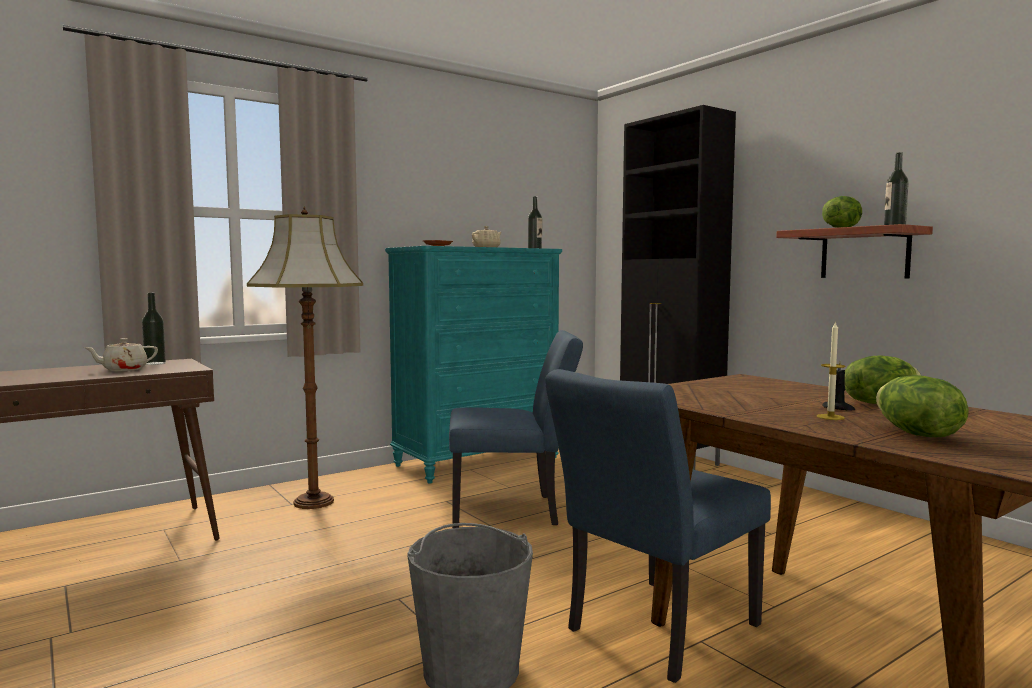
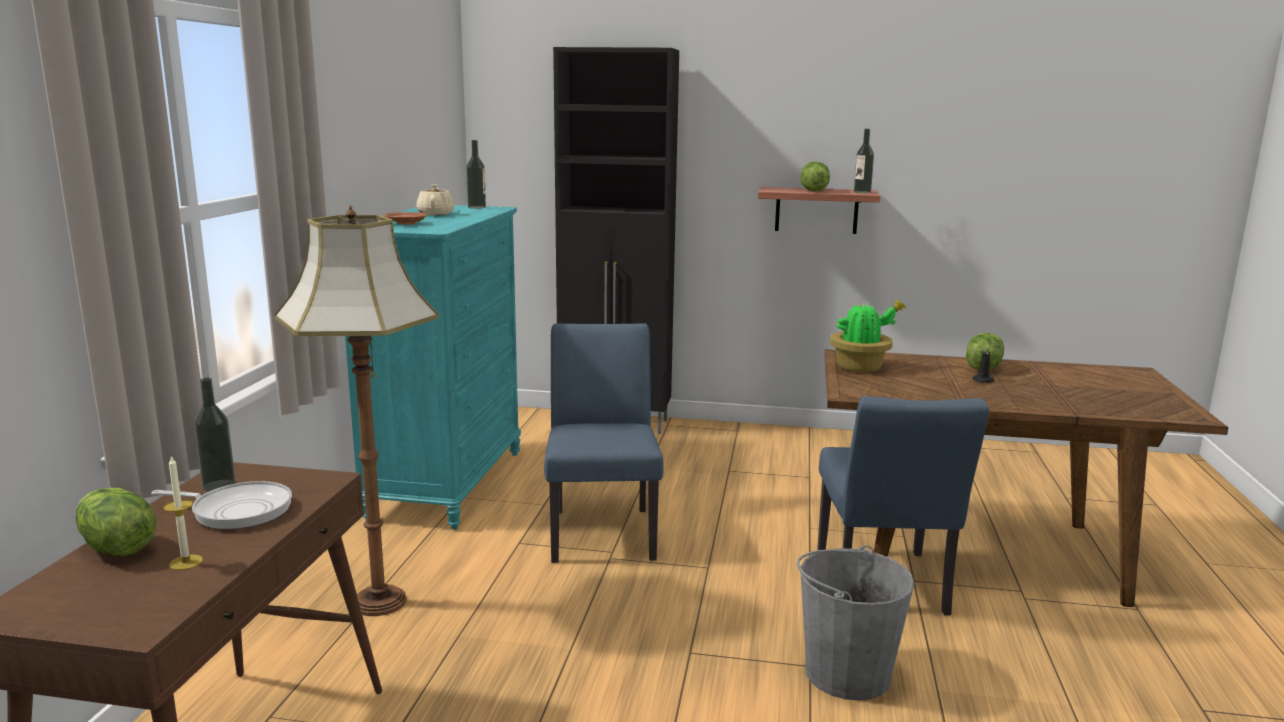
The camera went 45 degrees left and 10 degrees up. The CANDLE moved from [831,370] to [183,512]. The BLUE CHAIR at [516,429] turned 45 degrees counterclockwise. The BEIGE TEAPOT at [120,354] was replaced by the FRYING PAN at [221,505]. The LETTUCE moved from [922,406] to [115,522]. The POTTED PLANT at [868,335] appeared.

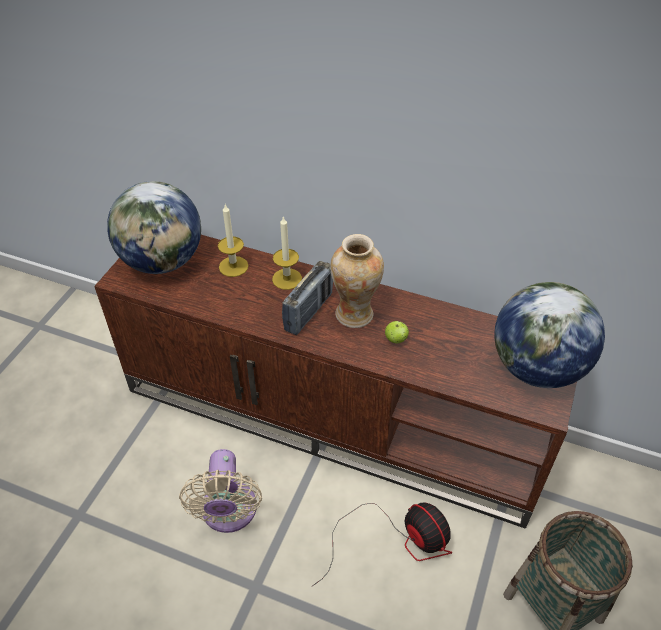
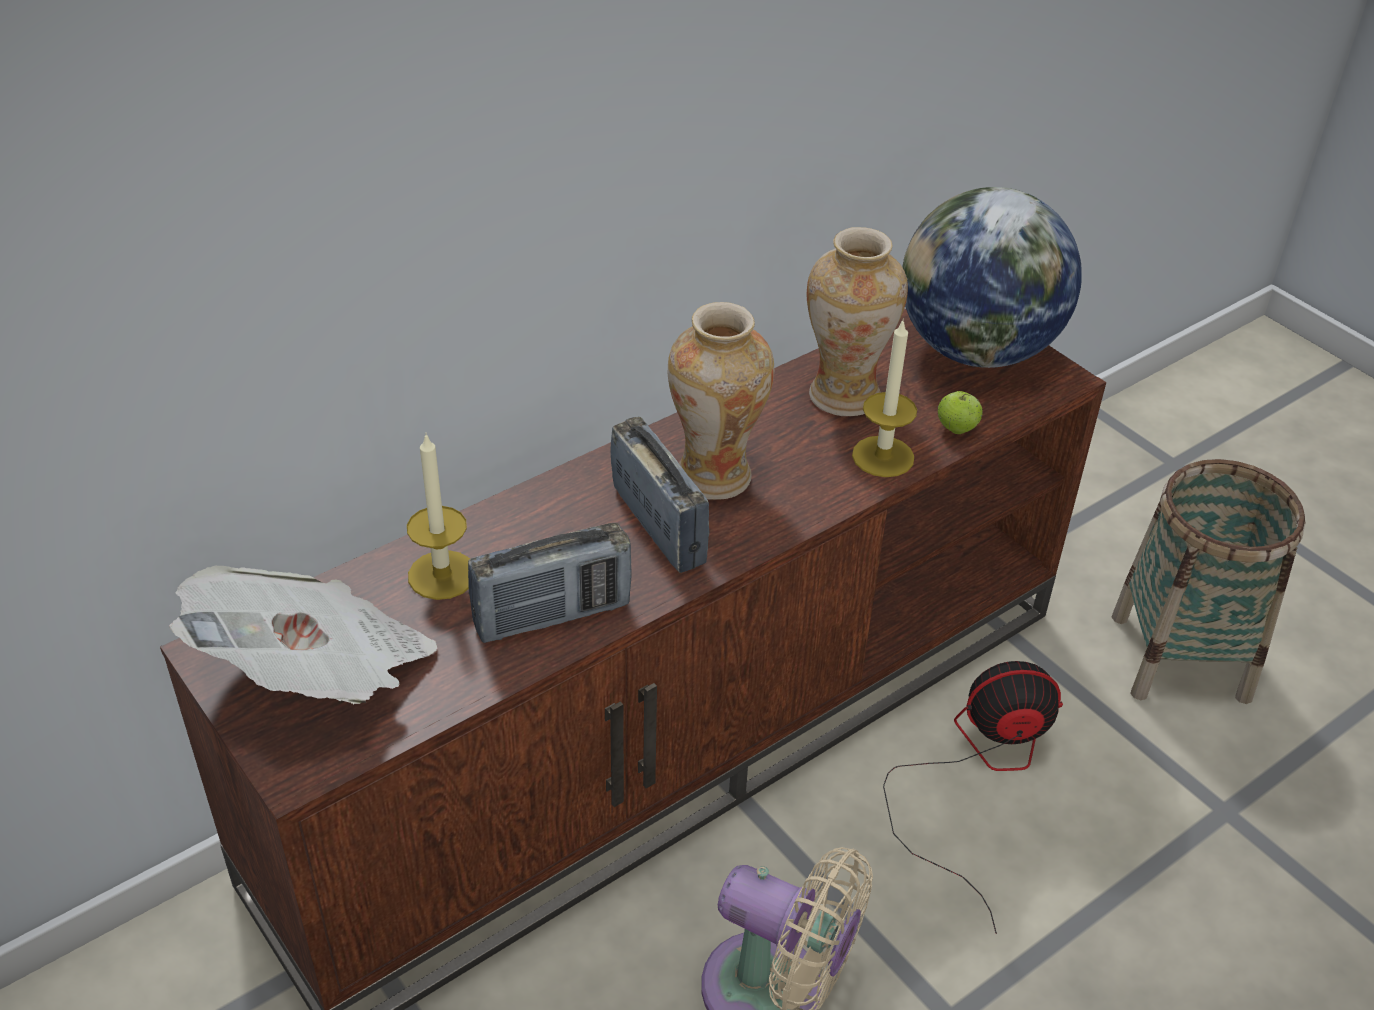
The camera went 60 degrees left and 5 degrees down. The GLOBE at [154,227] was replaced by the NEWSPAPER at [303,635]. The CANDLE moved from [287,253] to [884,397]. The APPLE moved from [397,332] to [960,412]. The VASE at [857,321] appeared. The RADIO at [550,583] appeared.

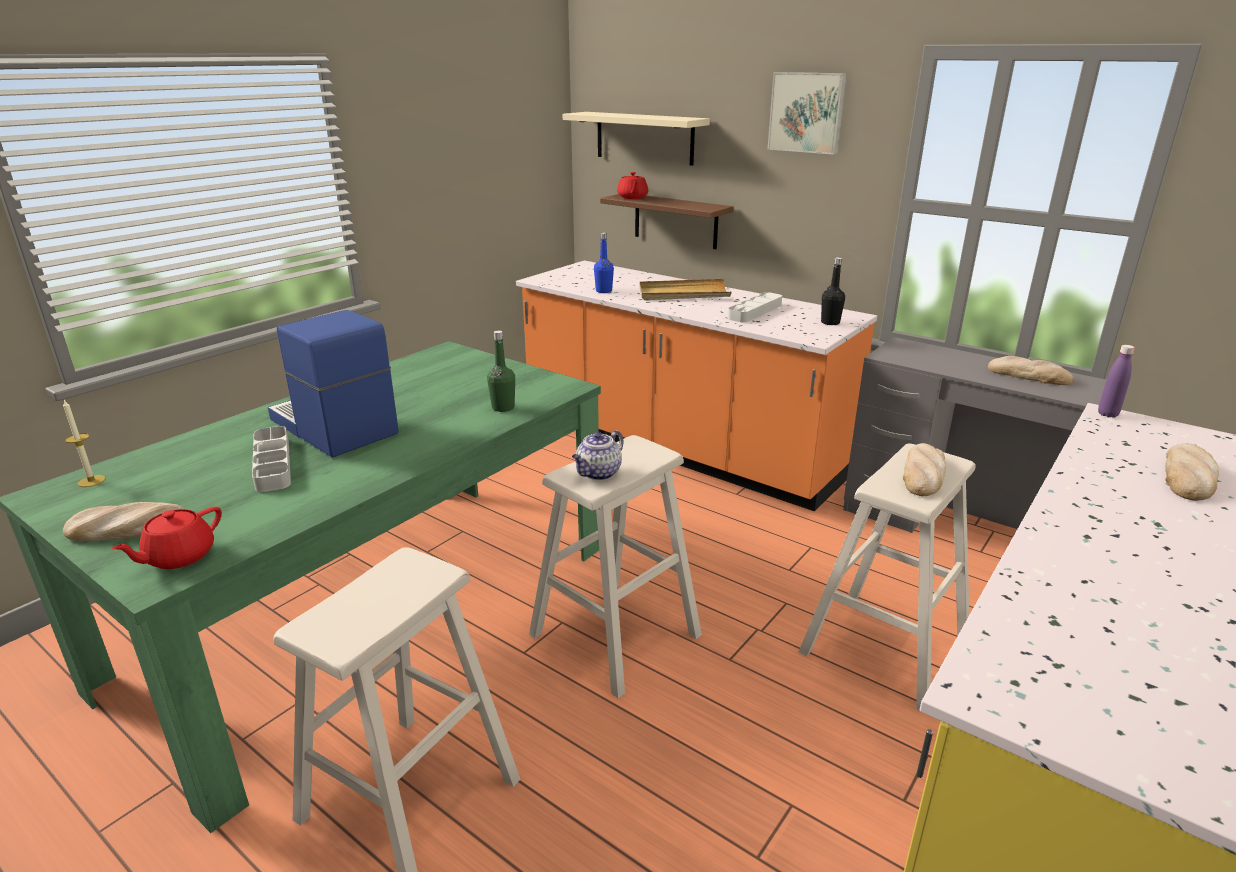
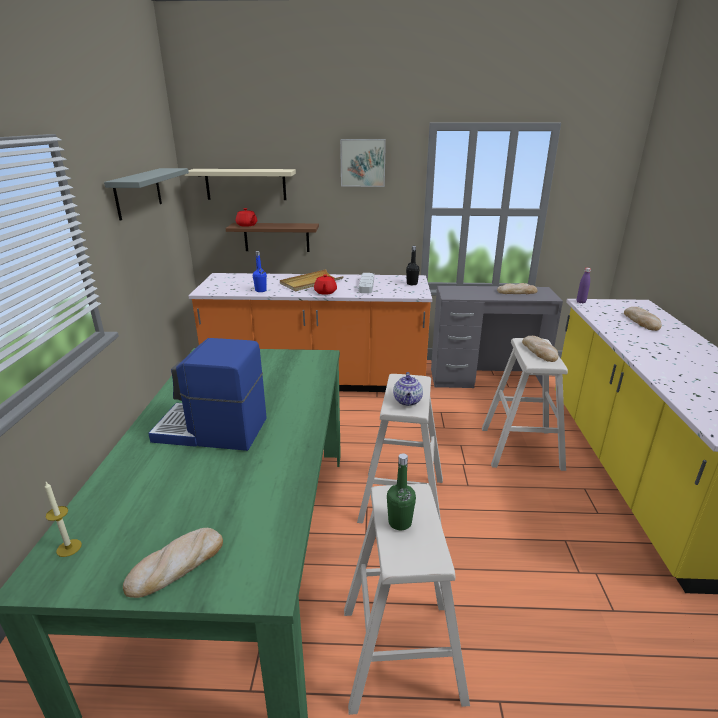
The camera went 35 degrees left and 0 degrees up. The GREEN BOTTLE moved from [501,371] to [401,492]. The GREY TRAY at [271,459] disappeared. The RED TEAPOT moved from [166,537] to [325,284]. The GREY SHELF at [146,194] appeared.

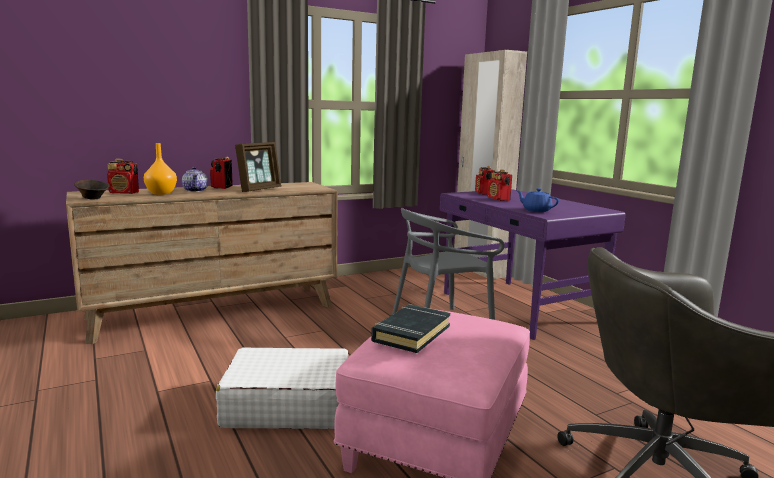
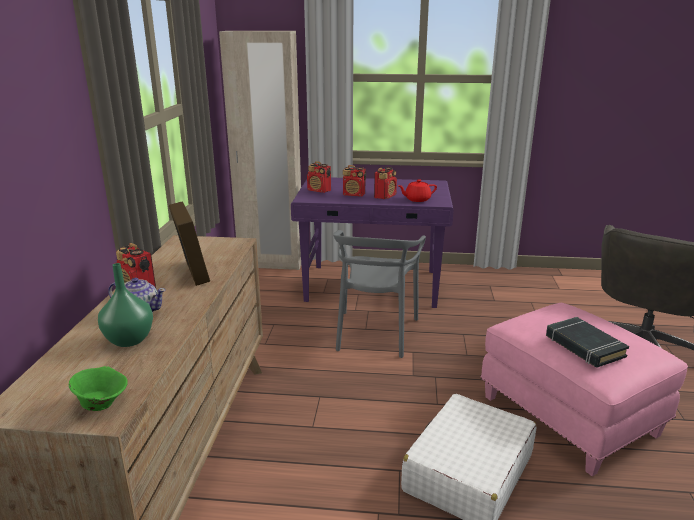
The camera went 55 degrees left and 10 degrees up. The ORANGE VASE at [160,169] became the GREEN VASE at [125,305]. The RADIO moved from [123,176] to [385,183]. The BROWN BOWL at [92,190] became the GREEN BOWL at [98,388]. The BLUE TEAPOT at [538,200] became the RED TEAPOT at [417,190].

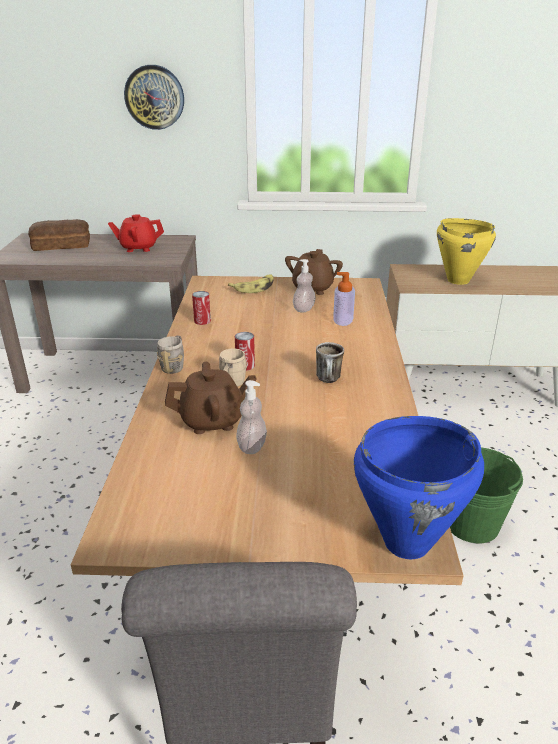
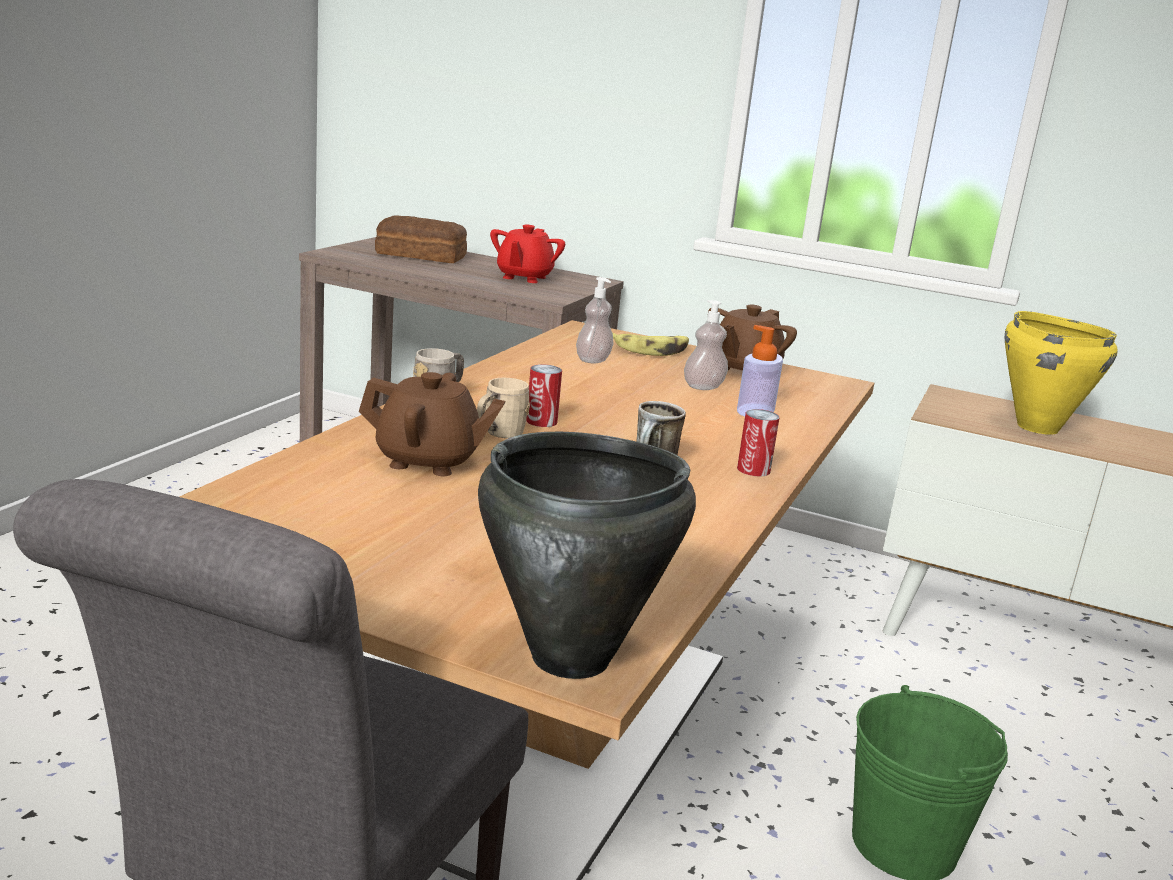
The camera went 20 degrees right and 10 degrees down. The WALL CLOCK at [154,97] disappeared. The RED TEAPOT at [136,233] turned 90 degrees counterclockwise. The CAN moved from [201,308] to [758,443]. The SOAP DISPENSER moved from [251,417] to [594,320]. The BLUE COOKING POT at [419,487] became the BLACK COOKING POT at [587,555].

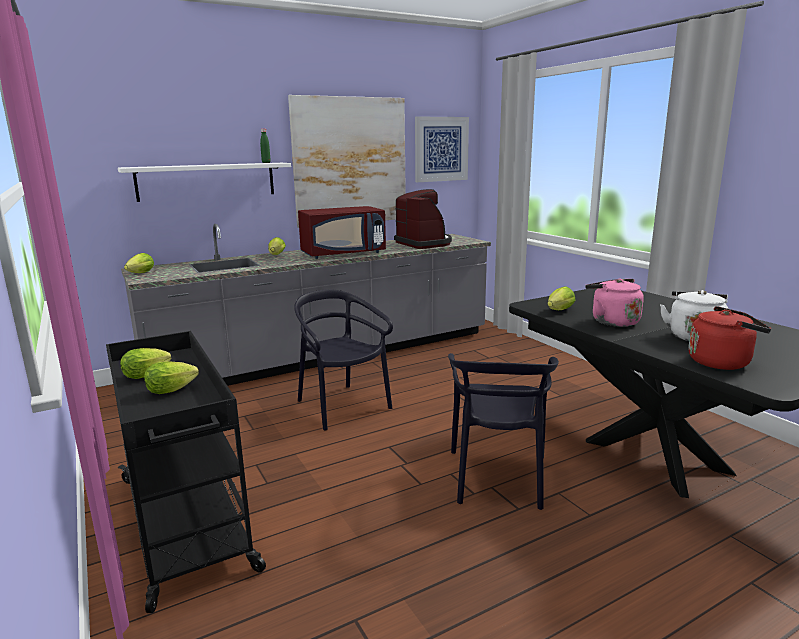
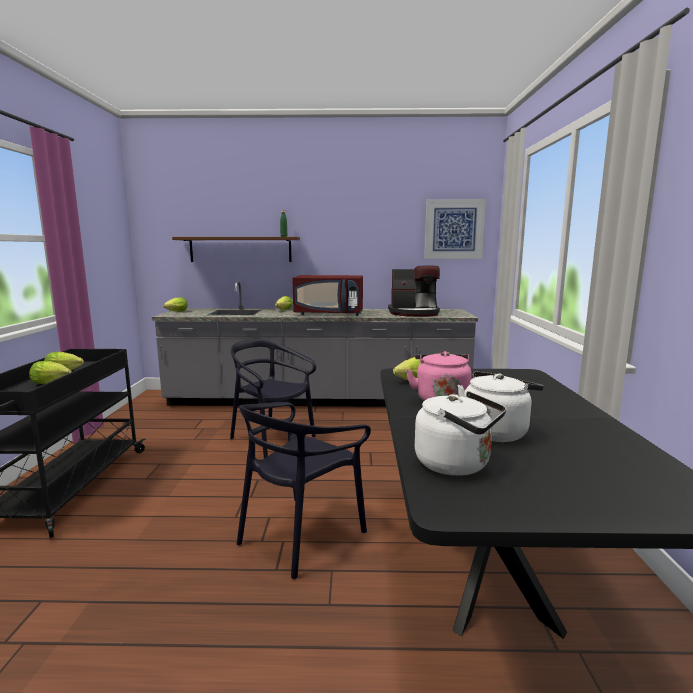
The camera went 30 degrees right and 5 degrees down. The PICTURE at [347,161] disappeared. The WHITE SHELF at [204,182] became the BROWN SHELF at [236,249]. The COFFEE MACHINE at [423,219] turned 90 degrees clockwise. The BLACK CHAIR at [343,360] turned 45 degrees counterclockwise. The RED KETTLE at [729,338] became the WHITE KETTLE at [460,433].

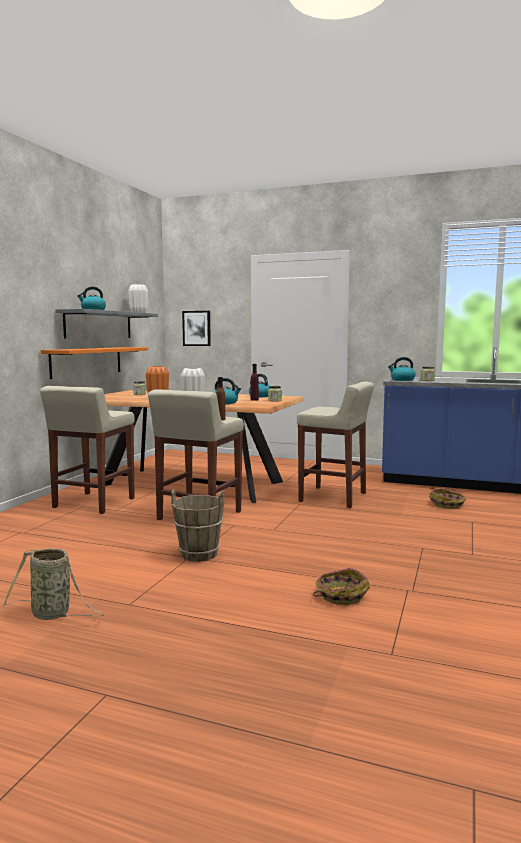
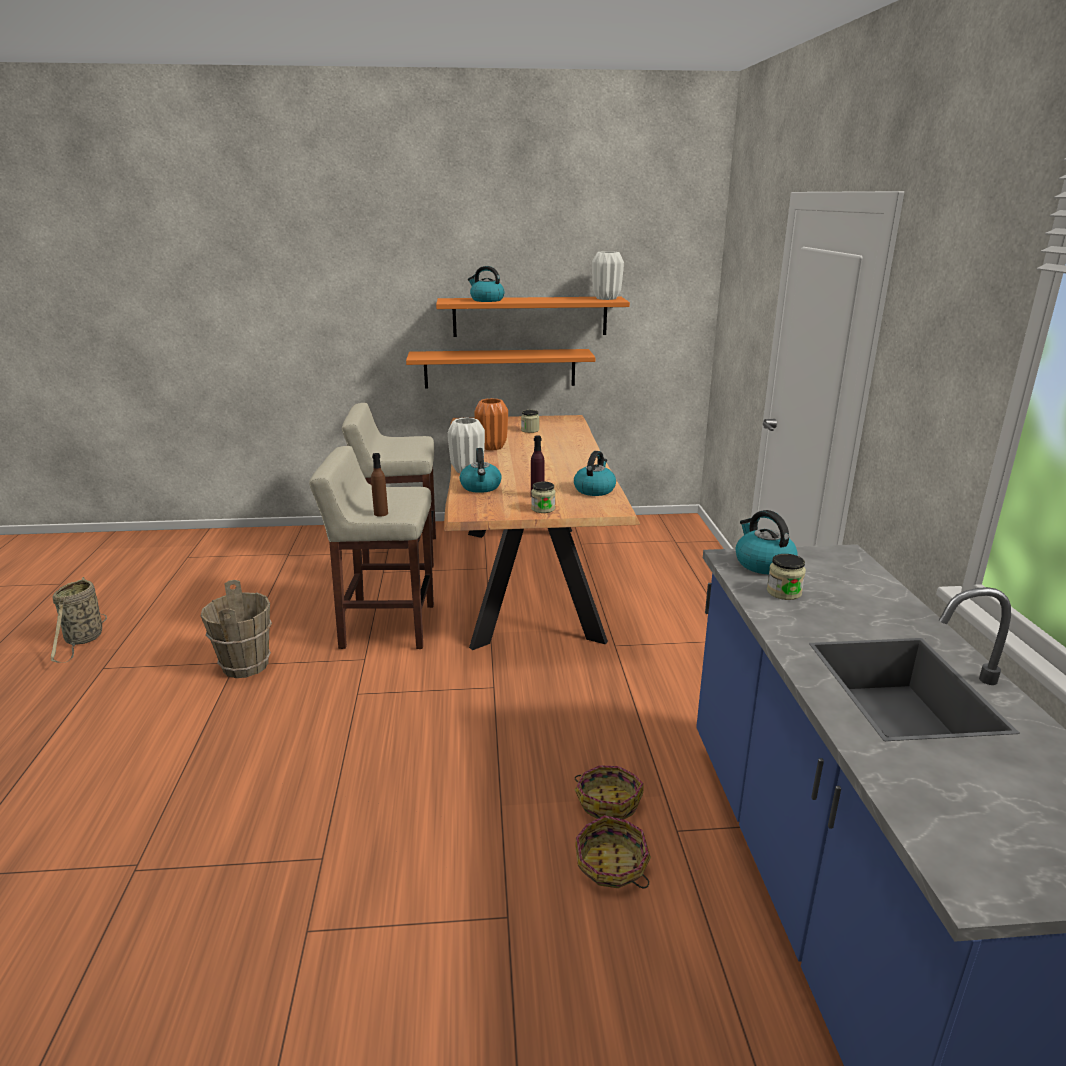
The camera went 65 degrees right and 15 degrees up. The GREY SHELF at [106,324] became the ORANGE SHELF at [533,316]. The PICTURE at [196,328] disappeared. The BEIGE STOOL at [335,444] disappeared. The BASKET moved from [341,586] to [609,792].

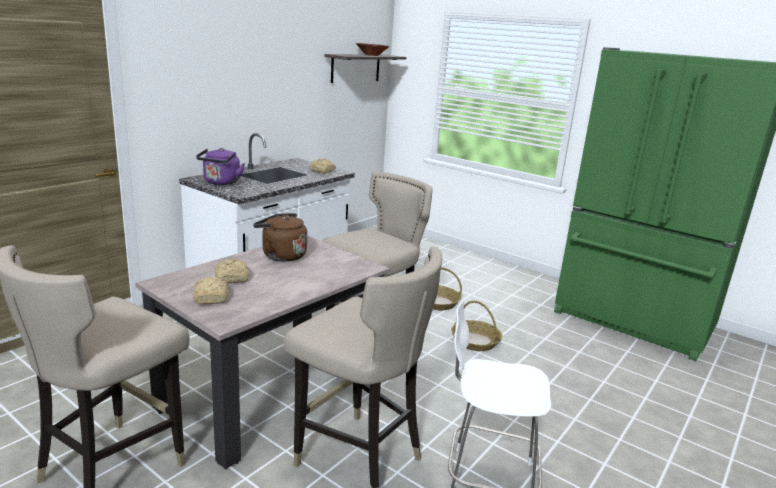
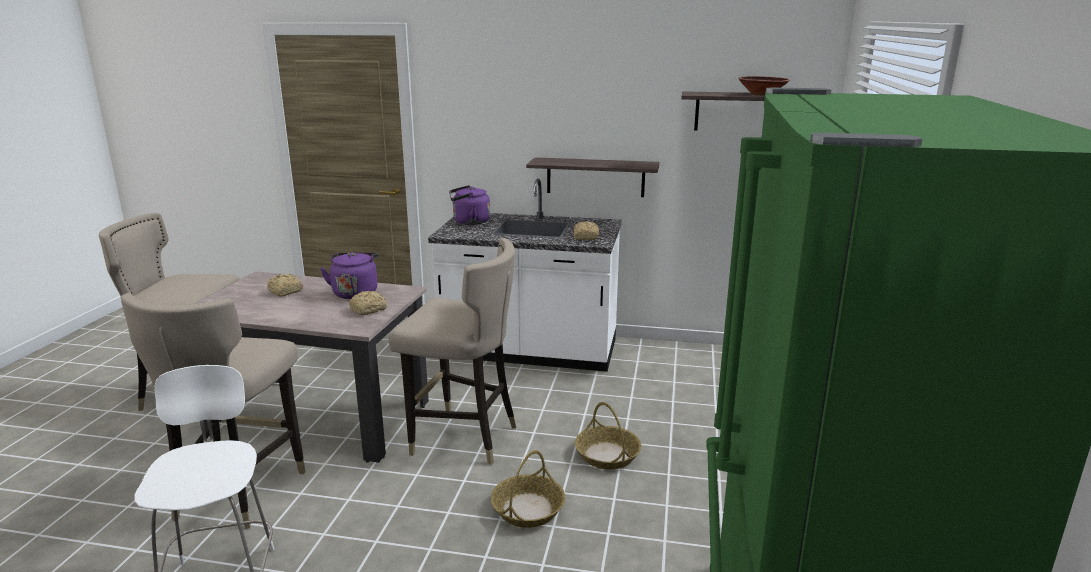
The camera went 65 degrees right and 0 degrees up. The BROWN KETTLE at [280,237] became the PURPLE KETTLE at [349,275]. The BREAD moved from [210,290] to [368,303]. The SHELF at [593,177] appeared.

